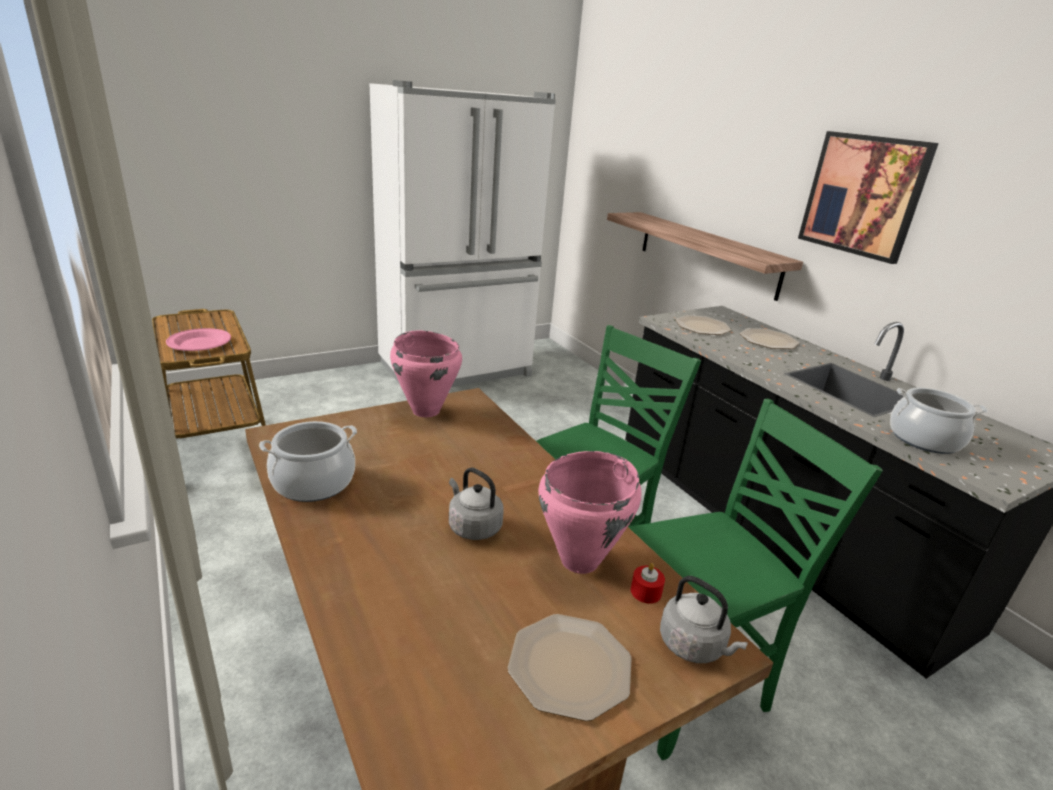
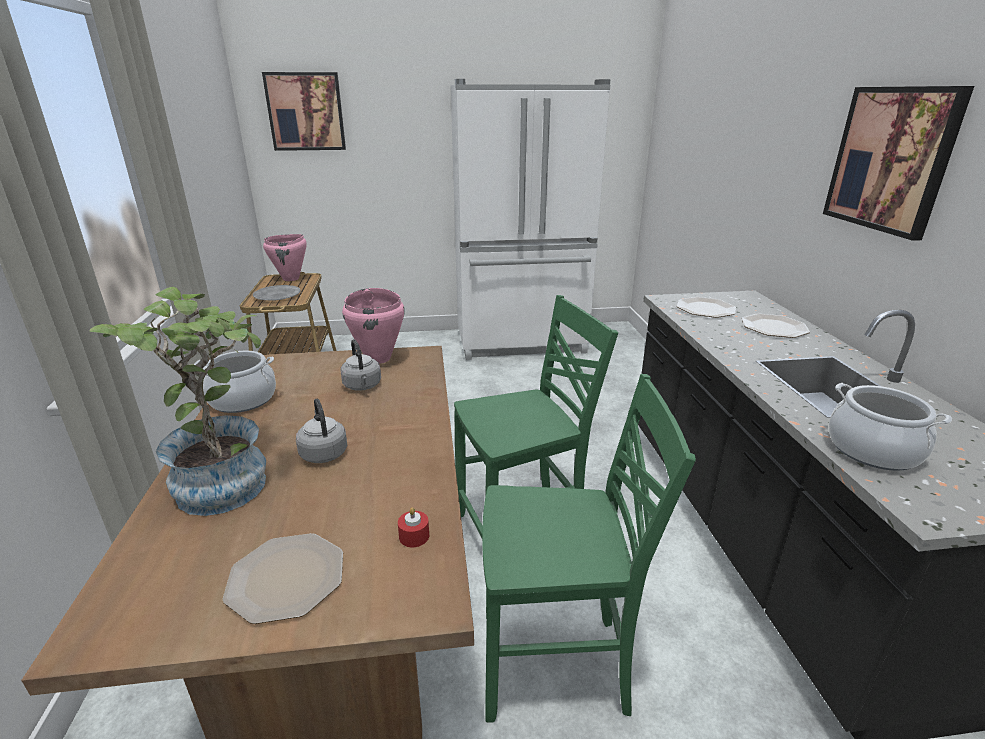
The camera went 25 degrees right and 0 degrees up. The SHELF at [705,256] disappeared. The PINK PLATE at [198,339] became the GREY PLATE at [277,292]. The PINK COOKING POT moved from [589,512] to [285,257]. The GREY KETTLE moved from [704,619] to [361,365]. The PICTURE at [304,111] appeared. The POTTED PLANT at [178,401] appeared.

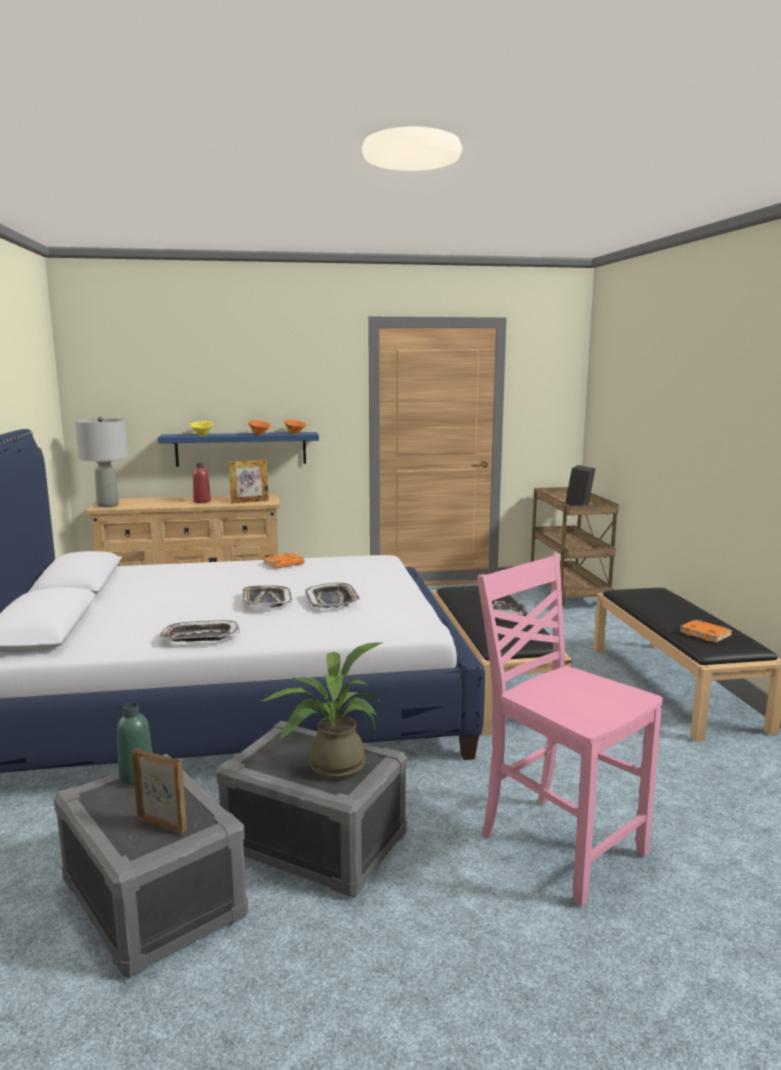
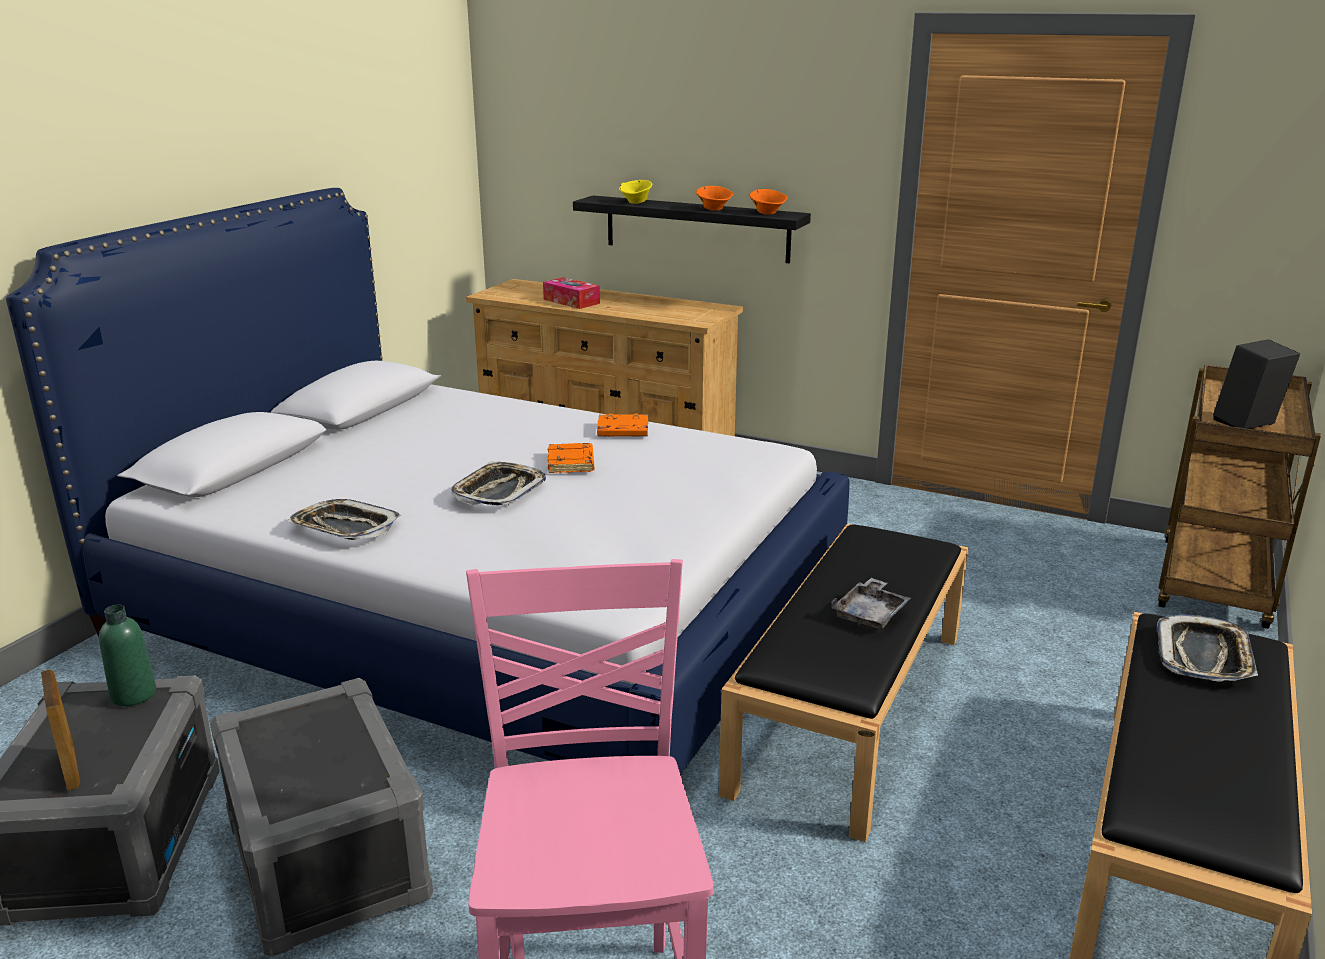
The camera went 35 degrees right and 10 degrees up. The GREY TABLE LAMP at [101,462] disappeared. The BLUE SHELF at [238,449] became the BLACK SHELF at [692,229]. The PICTURE FRAME at [249,481] disappeared. The RED BOTTLE at [202,483] disappeared. The TRAY moved from [333,595] to [1207,648]. The ORANGE BOOK moved from [706,631] to [571,458]. The POTTED PLANT at [320,710] disappeared. The TISSUE BOX at [571,293] appeared.

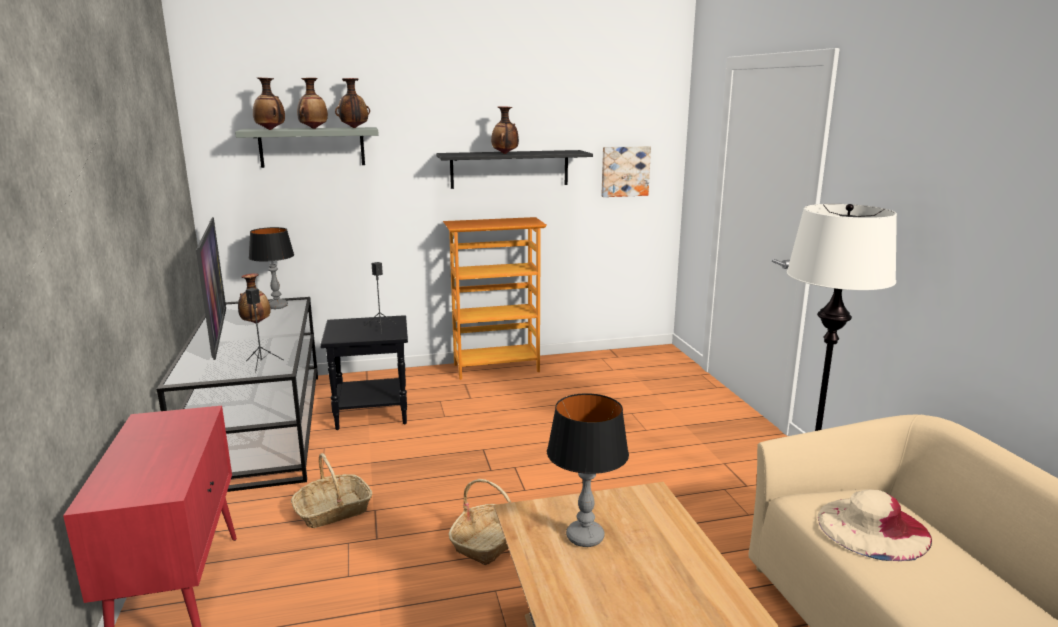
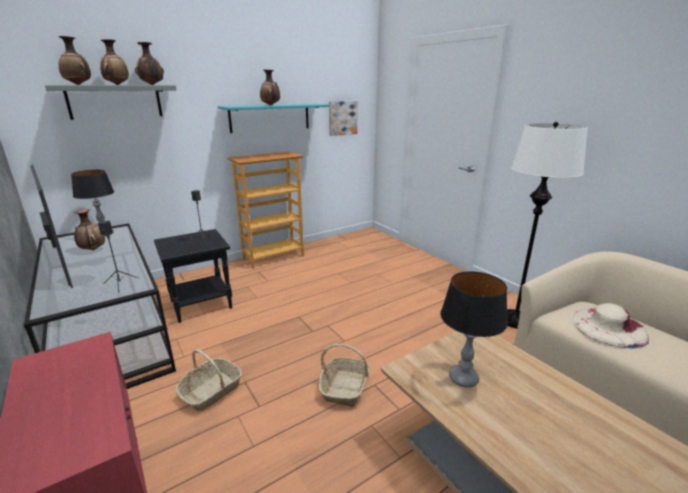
The camera went 20 degrees left and 5 degrees up. The BLACK SHELF at [514,169] became the TURQUOISE SHELF at [273,118].

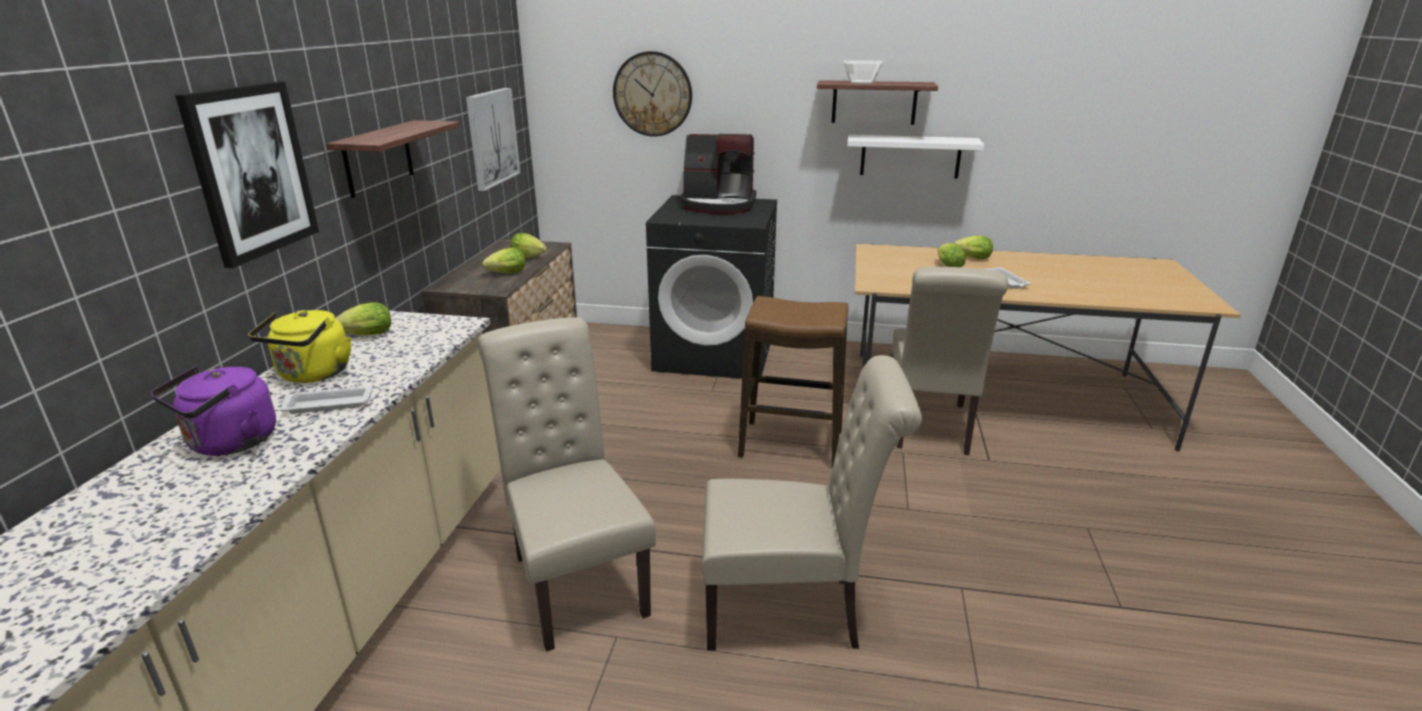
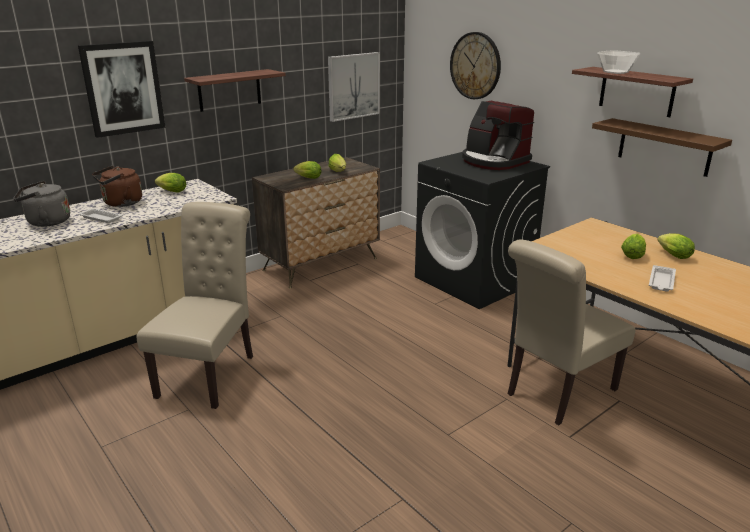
The camera went 40 degrees right and 0 degrees up. The WHITE SHELF at [915,156] became the BROWN SHELF at [662,147]. The STOOL at [793,382] disappeared. The YELLOW KETTLE at [299,346] became the BROWN KETTLE at [117,186]. The BEIGE CHAIR at [812,503] disappeared. The PURPLE KETTLE at [213,411] became the GREY KETTLE at [41,204].

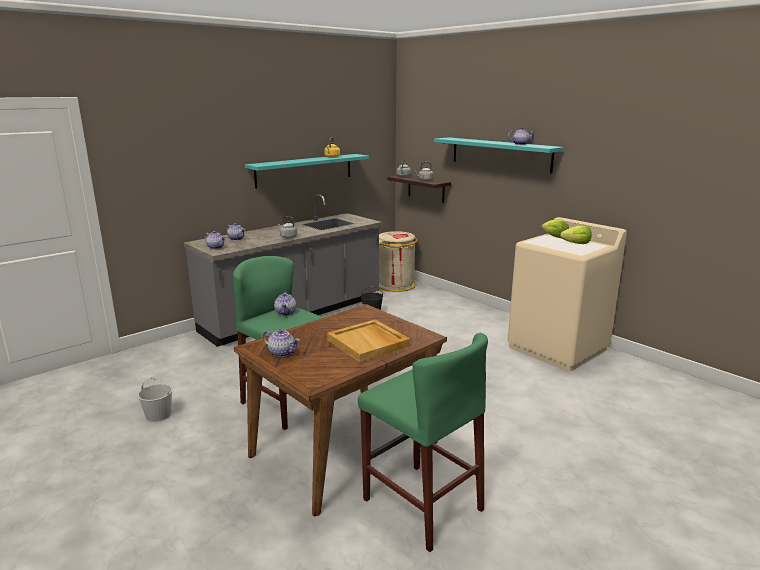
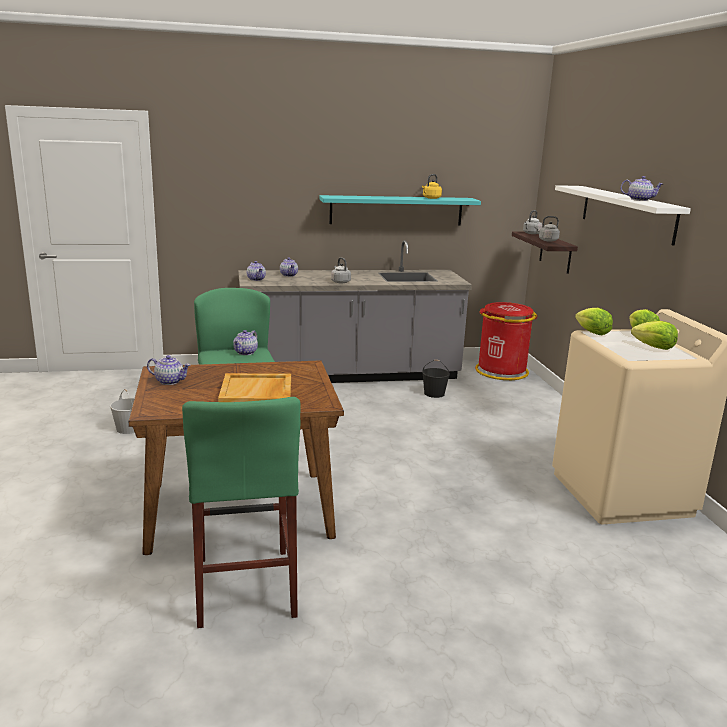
The camera went 30 degrees right and 0 degrees up. The TURQUOISE SHELF at [499,155] became the WHITE SHELF at [623,215]. The BEIGE TRASH CAN at [398,261] became the RED TRASH CAN at [506,341]. The TEAPOT at [281,343] turned 45 degrees counterclockwise. The LETTUCE at [594,321] appeared.

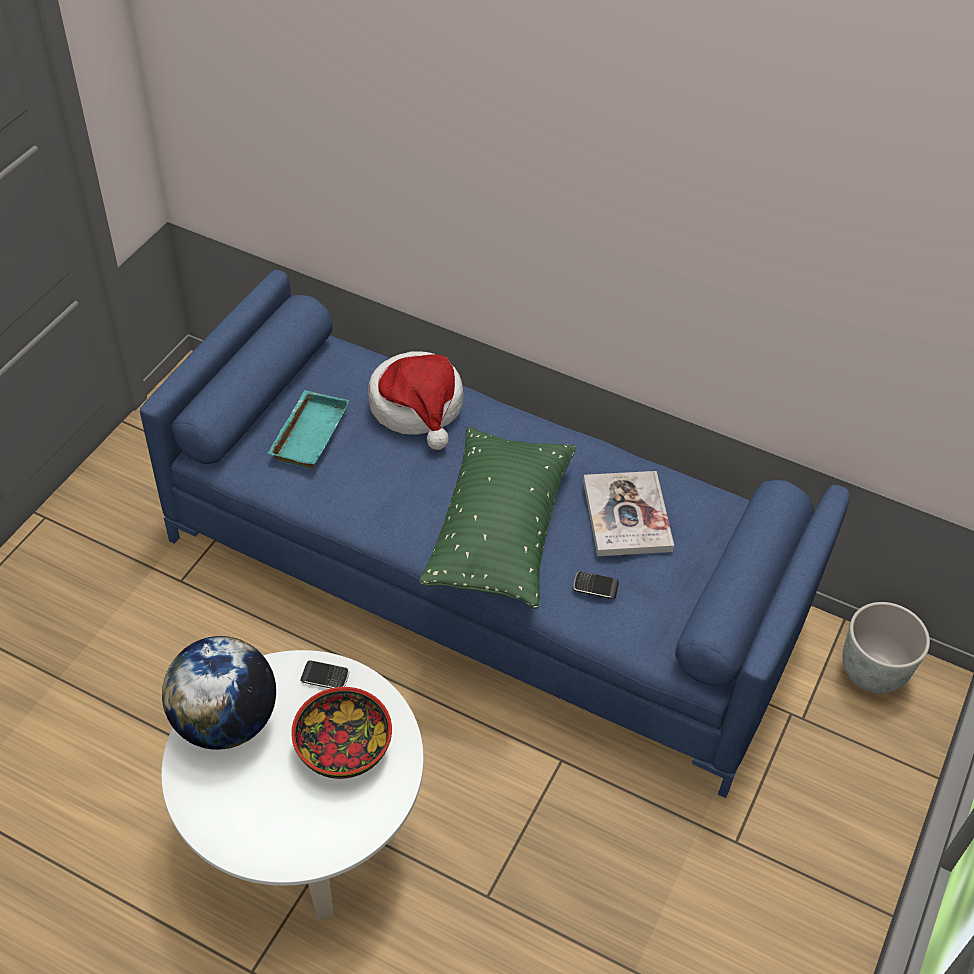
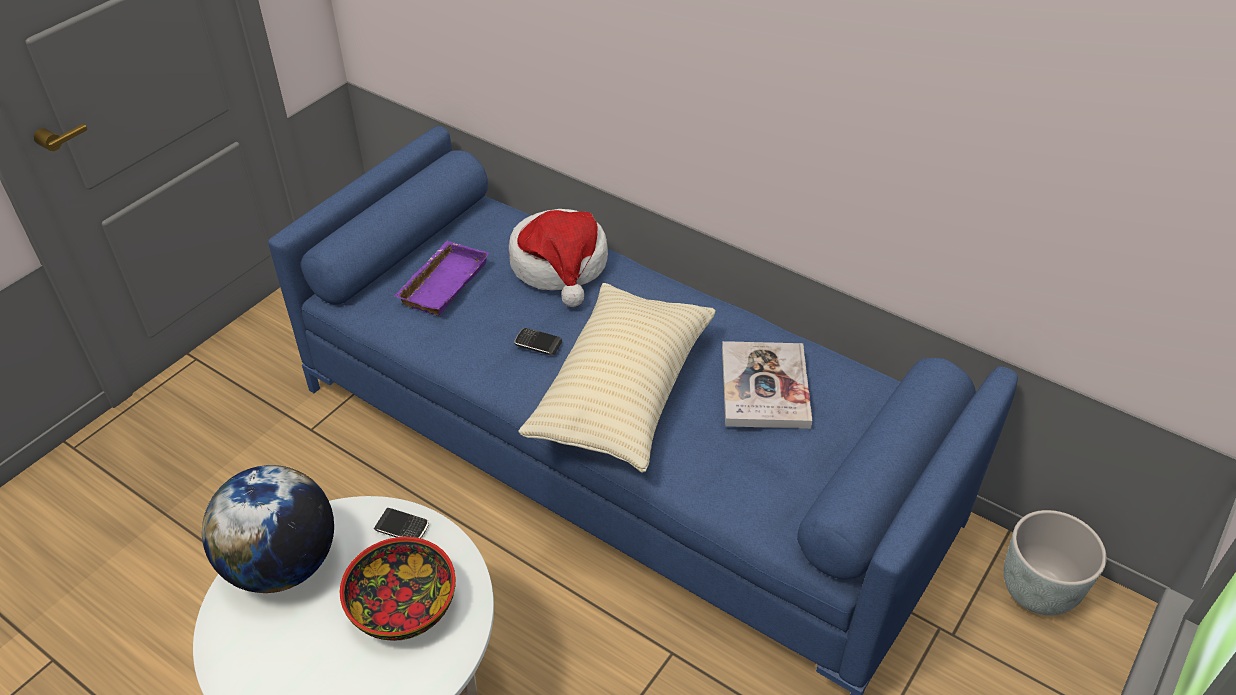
The camera went 10 degrees right and 5 degrees down. The TURQUOISE TRAY at [308,429] became the PURPLE TRAY at [441,278]. The GREEN PILLOW at [497,518] became the BEIGE PILLOW at [617,378]. The PHONE moved from [596,585] to [538,341].

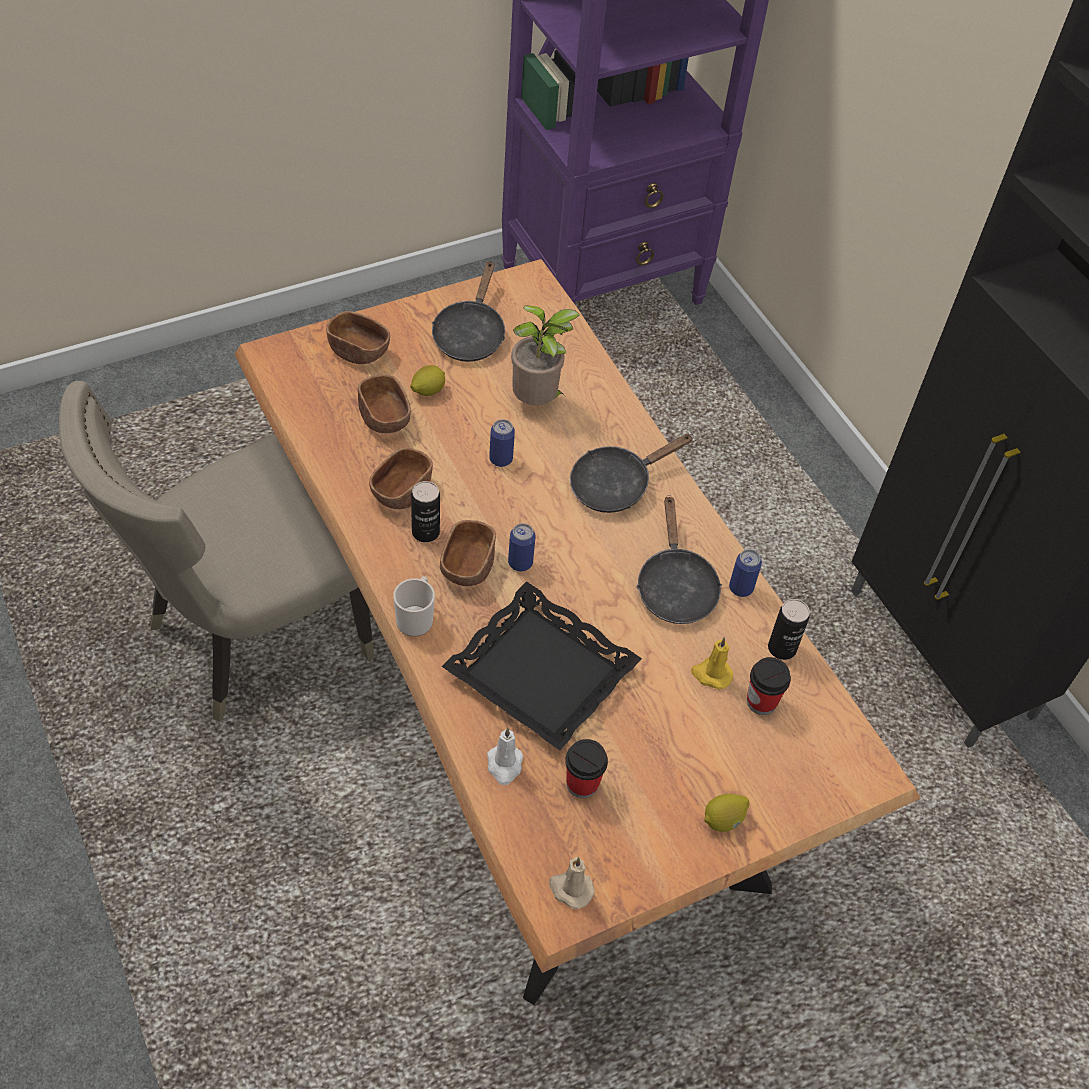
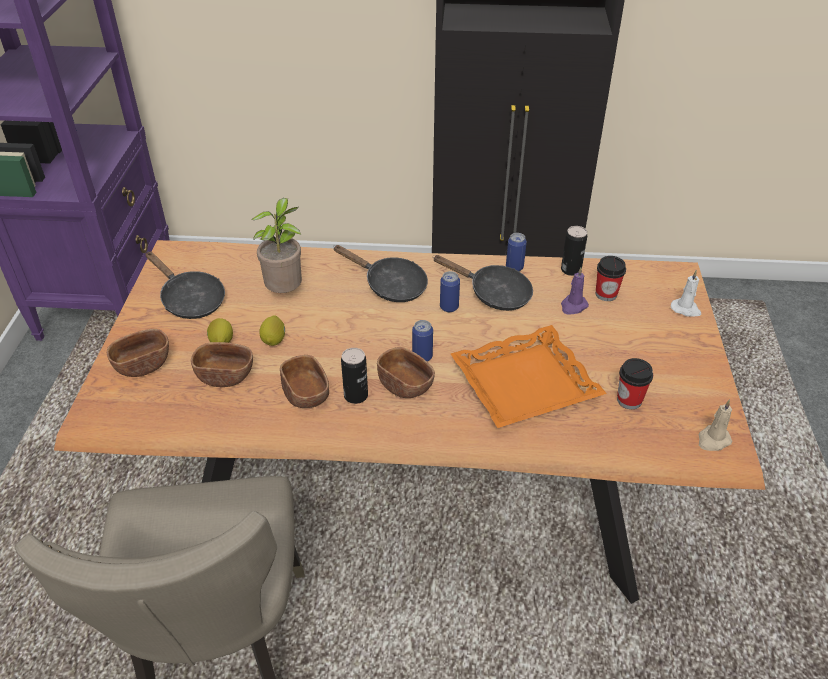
The camera went 55 degrees left and 10 degrees down. The CAN moved from [502,443] to [450,291]. The BLACK FRYING PAN at [632,473] turned 60 degrees counterclockwise. The MUG at [414,606] disappeared. The BLACK TRAY at [542,665] became the ORANGE TRAY at [529,376]. The YELLOW CANDLE at [712,663] became the PURPLE CANDLE at [575,291]. The WHITE CANDLE moved from [505,756] to [686,293]. The LEMON moved from [727,813] to [272,330].

